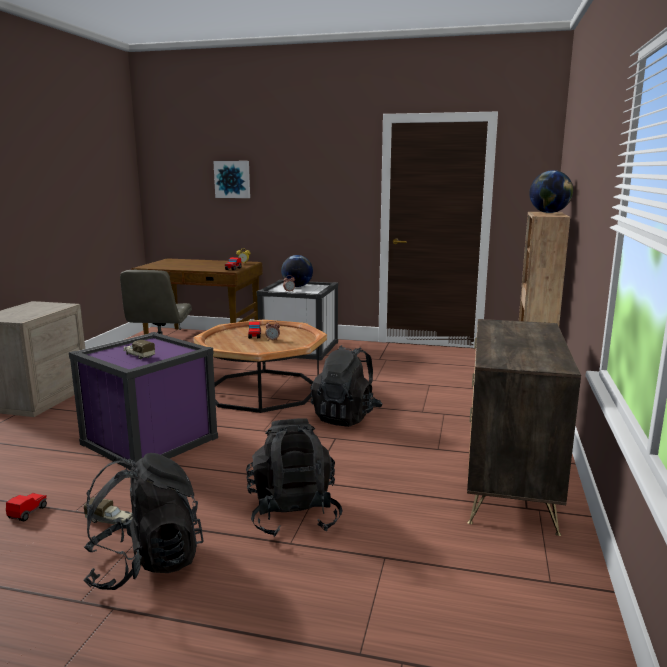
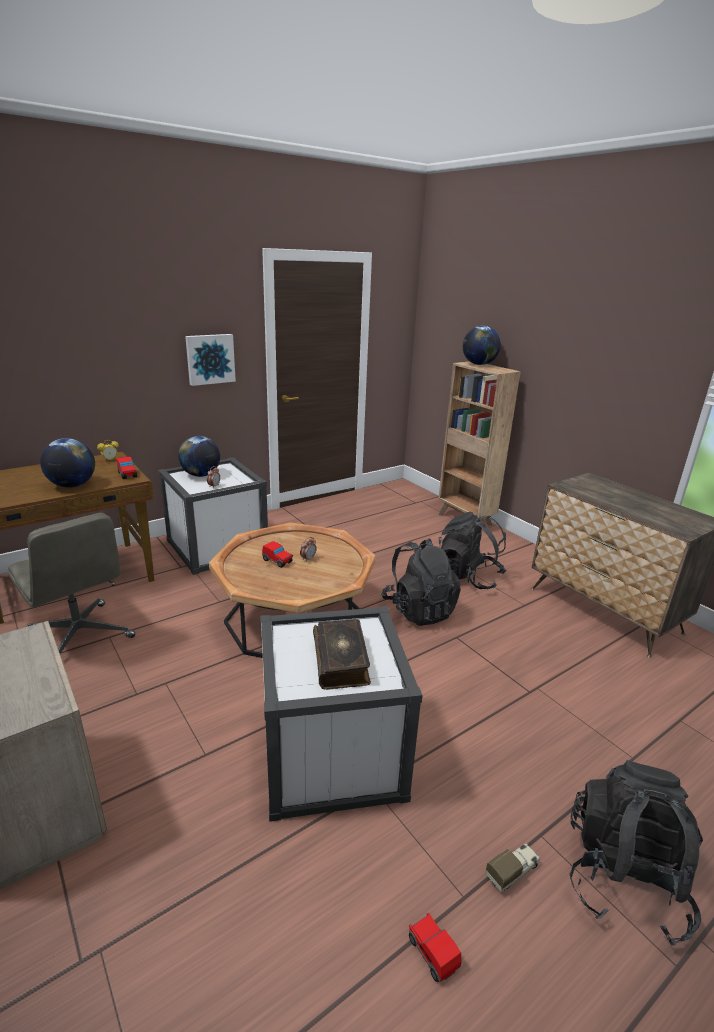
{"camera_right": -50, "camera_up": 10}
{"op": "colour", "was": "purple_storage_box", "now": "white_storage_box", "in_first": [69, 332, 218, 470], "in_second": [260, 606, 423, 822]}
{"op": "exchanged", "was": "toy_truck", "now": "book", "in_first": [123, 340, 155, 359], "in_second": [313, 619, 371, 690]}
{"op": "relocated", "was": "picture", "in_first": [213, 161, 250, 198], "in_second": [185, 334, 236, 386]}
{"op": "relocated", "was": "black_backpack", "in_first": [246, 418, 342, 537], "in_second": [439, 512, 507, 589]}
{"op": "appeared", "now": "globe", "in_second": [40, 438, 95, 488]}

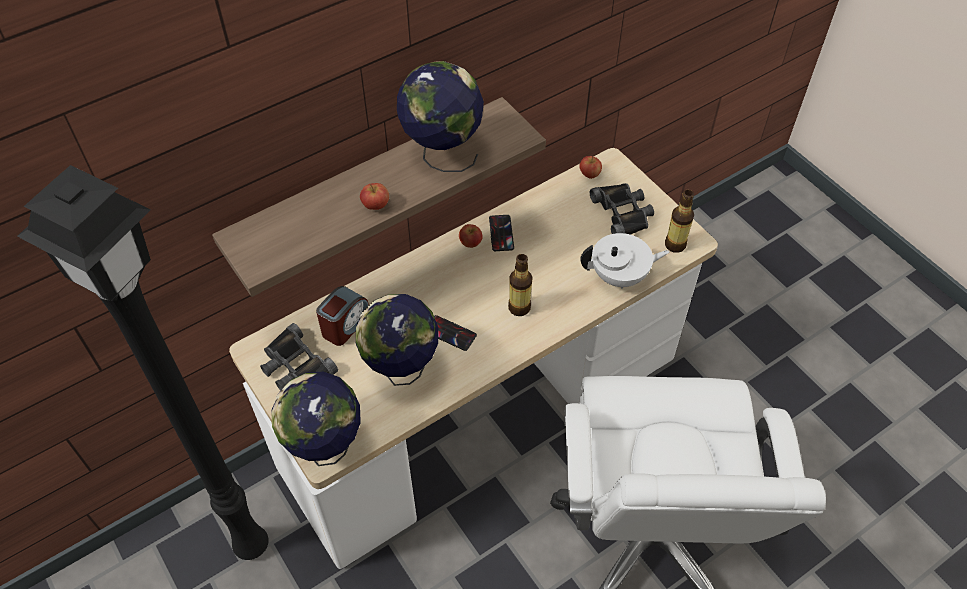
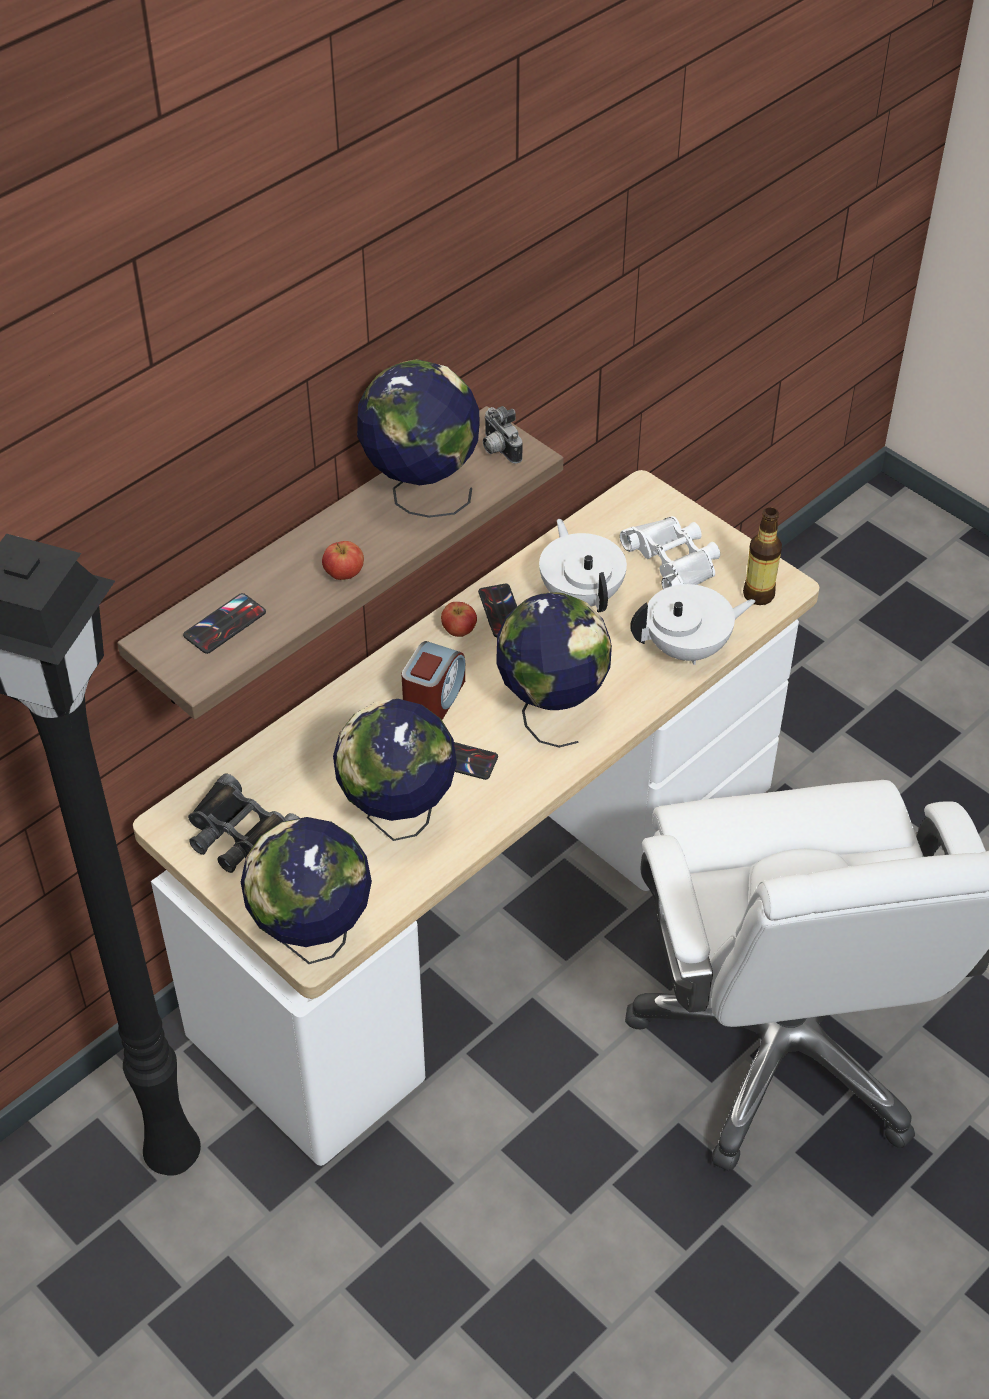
{"camera_right": -10, "camera_up": -5}
{"op": "relocated", "was": "alarm_clock", "in_first": [316, 286, 369, 346], "in_second": [402, 641, 465, 720]}
{"op": "exchanged", "was": "bottle", "now": "globe", "in_first": [508, 254, 532, 316], "in_second": [497, 592, 612, 748]}
{"op": "missing", "was": "apple", "in_first": [579, 156, 602, 179]}
{"op": "colour", "was": "black_binoculars", "now": "white_binoculars", "in_first": [590, 183, 654, 235], "in_second": [620, 516, 720, 589]}
{"op": "appeared", "now": "phone", "in_second": [183, 593, 266, 654]}
{"op": "appeared", "now": "photo_camera", "in_second": [483, 406, 523, 464]}
{"op": "appeared", "now": "white_teapot", "in_second": [539, 519, 627, 612]}

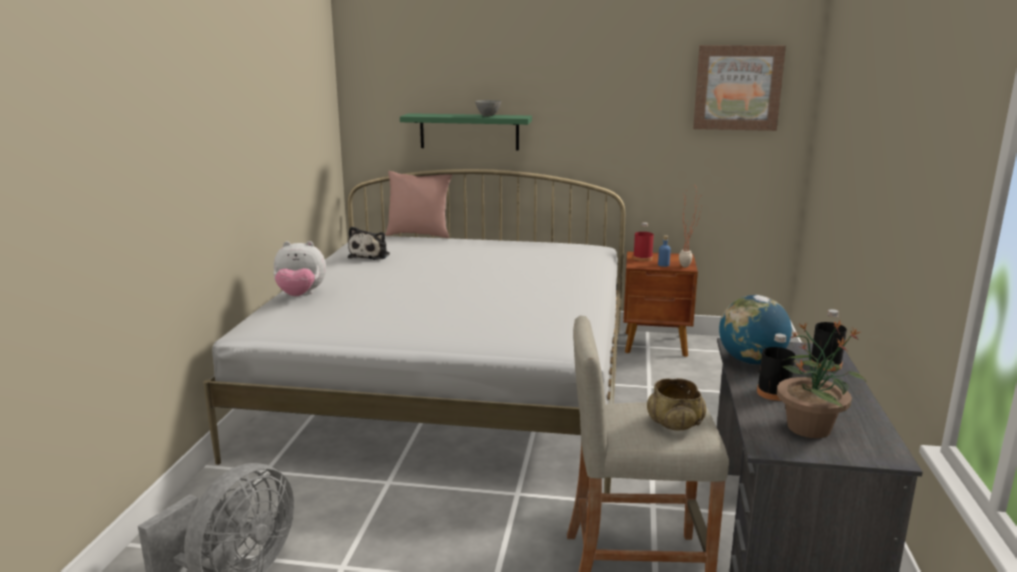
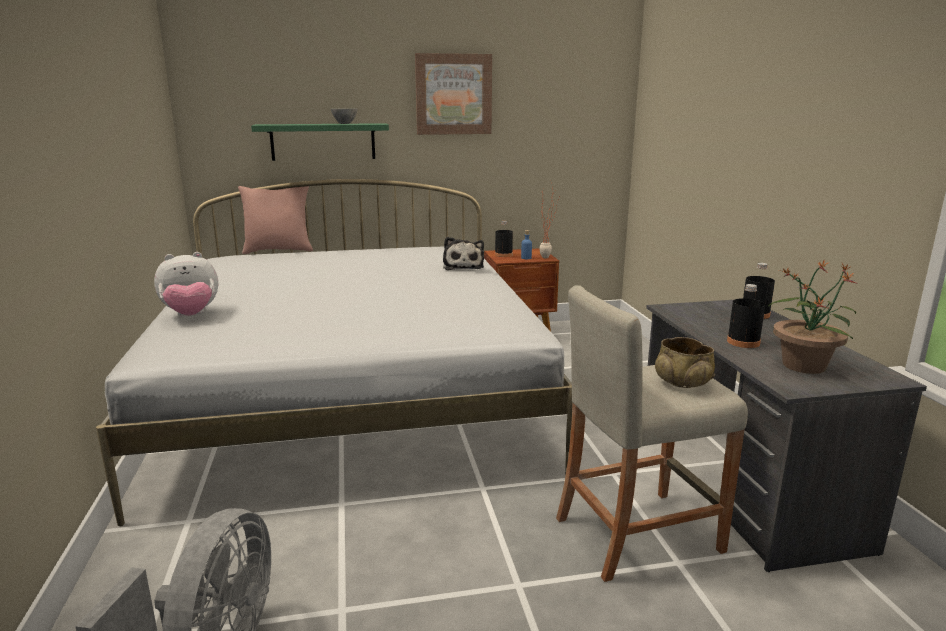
{"camera_right": -20, "camera_up": 0}
{"op": "relocated", "was": "plush_toy", "in_first": [348, 227, 390, 260], "in_second": [443, 237, 484, 270]}
{"op": "colour", "was": "red_bottle", "now": "black_bottle", "in_first": [633, 222, 654, 262], "in_second": [495, 221, 513, 257]}
{"op": "relocated", "was": "picture", "in_first": [693, 45, 786, 131], "in_second": [415, 53, 492, 135]}
{"op": "missing", "was": "globe", "in_first": [719, 295, 792, 364]}

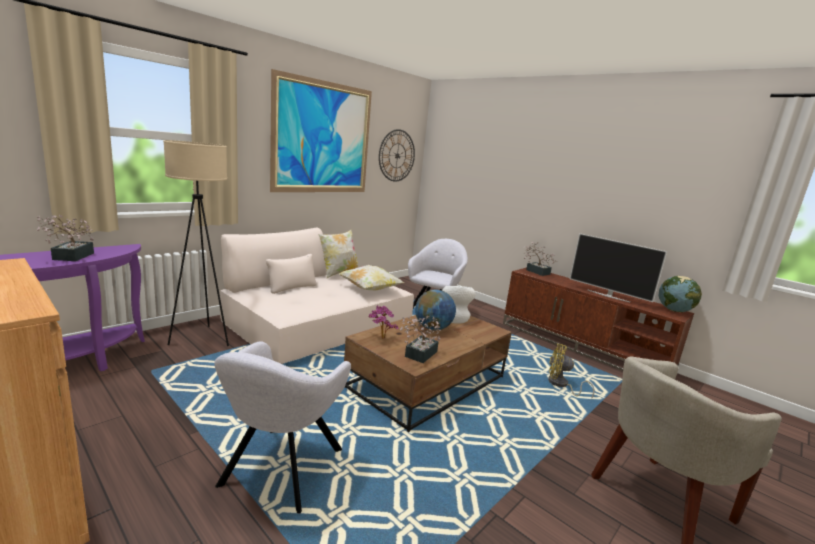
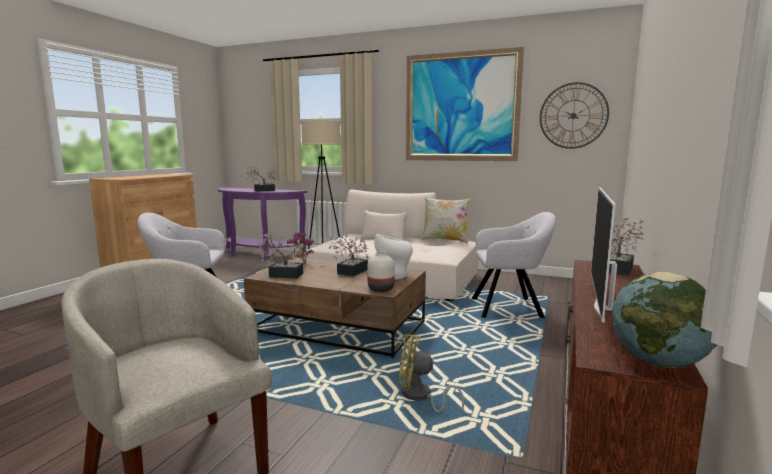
{"camera_right": 70, "camera_up": -5}
{"op": "missing", "was": "pillow", "in_first": [337, 265, 405, 291]}
{"op": "exchanged", "was": "globe", "now": "potted_plant", "in_first": [415, 290, 456, 330], "in_second": [329, 235, 368, 276]}
{"op": "spun", "was": "yellow_fan", "in_first": [548, 343, 595, 399], "in_second": [399, 334, 464, 413], "clockwise": -75}
{"op": "appeared", "now": "white_vase", "in_second": [367, 252, 395, 292]}

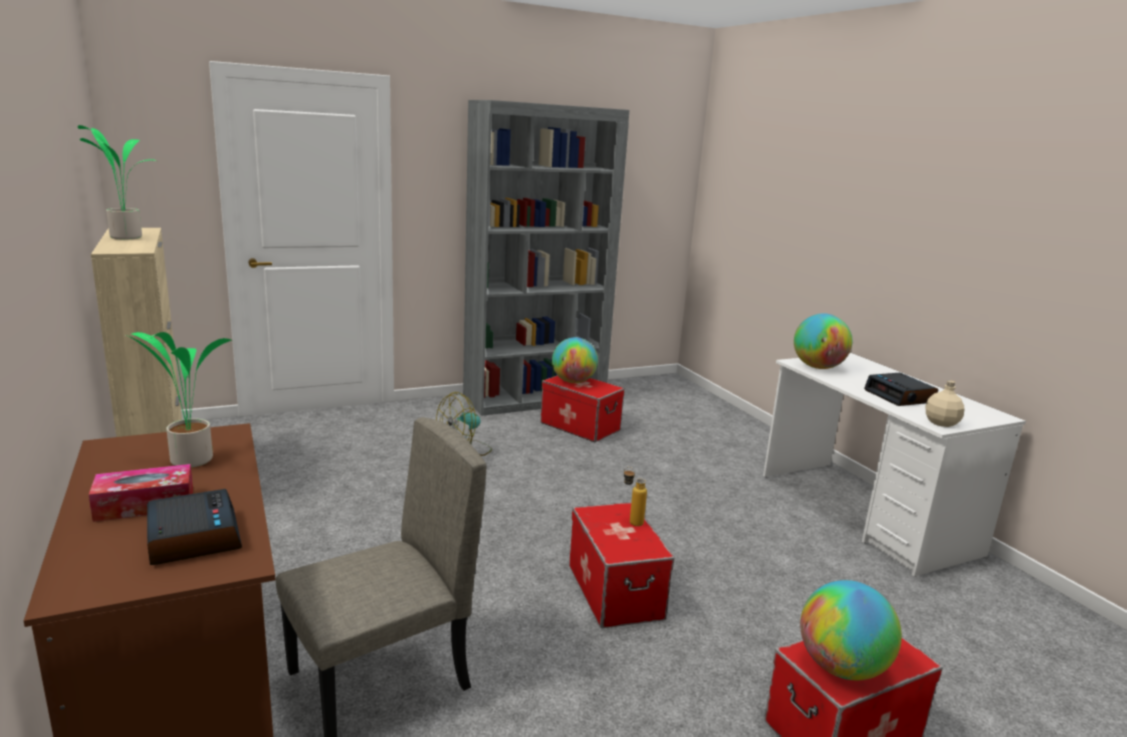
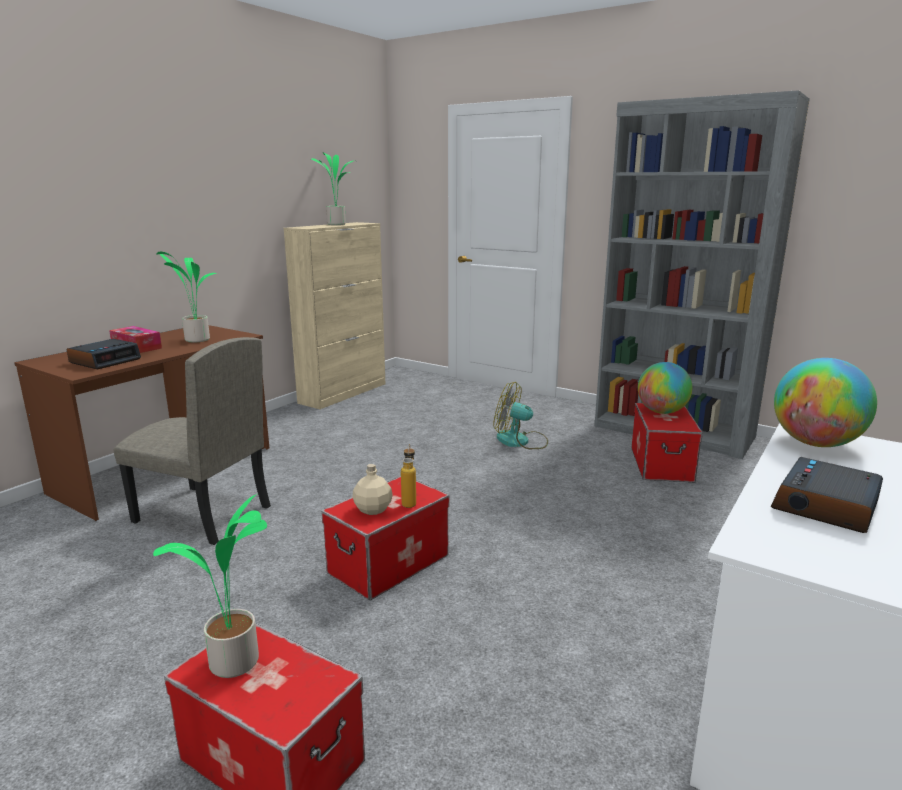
{"camera_right": 60, "camera_up": 0}
{"op": "exchanged", "was": "globe", "now": "potted_plant", "in_first": [800, 580, 902, 680], "in_second": [153, 493, 267, 678]}
{"op": "relocated", "was": "beige_bottle", "in_first": [926, 380, 965, 427], "in_second": [353, 464, 393, 515]}

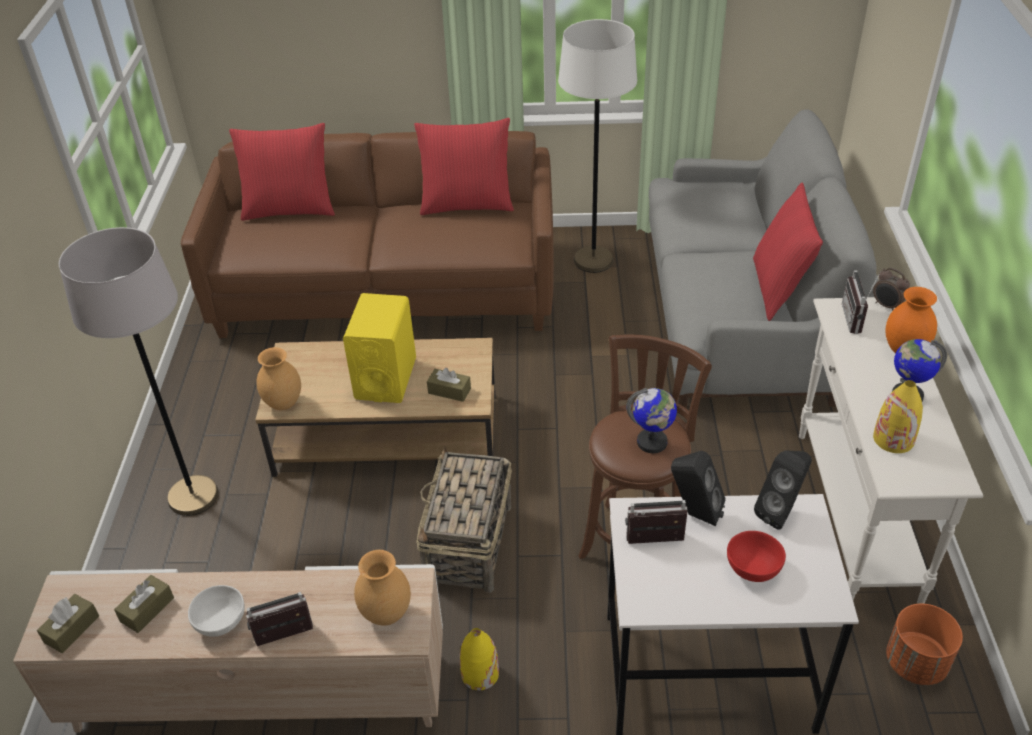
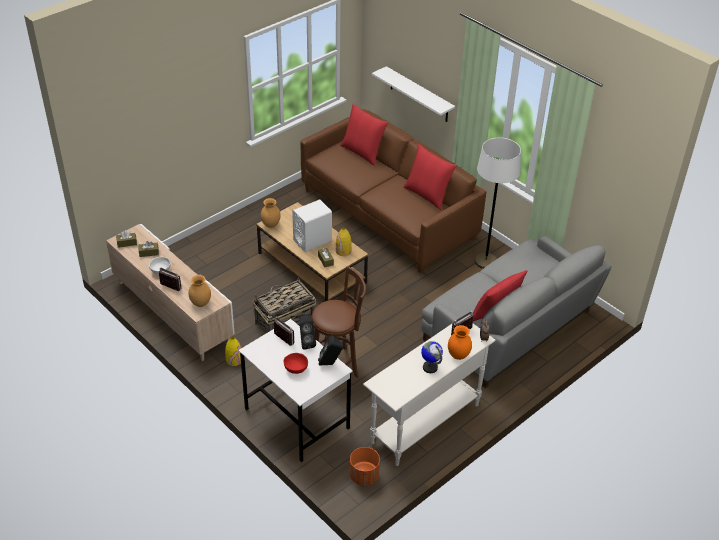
{"camera_right": 45, "camera_up": 0}
{"op": "missing", "was": "grey_floor_lamp", "in_first": [59, 227, 218, 516]}
{"op": "colour", "was": "yellow_speaker", "now": "white_speaker", "in_first": [343, 293, 416, 403], "in_second": [292, 199, 332, 252]}
{"op": "missing", "was": "globe", "in_first": [626, 388, 677, 453]}
{"op": "relocated", "was": "yellow_vase", "in_first": [873, 380, 923, 453], "in_second": [336, 227, 352, 256]}
{"op": "appeared", "now": "white_shelf", "in_second": [372, 66, 455, 122]}

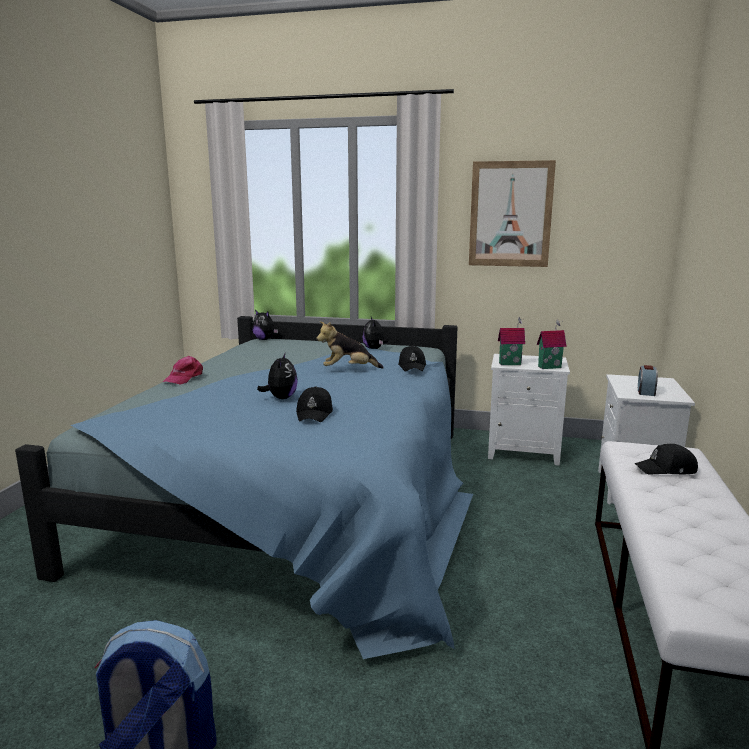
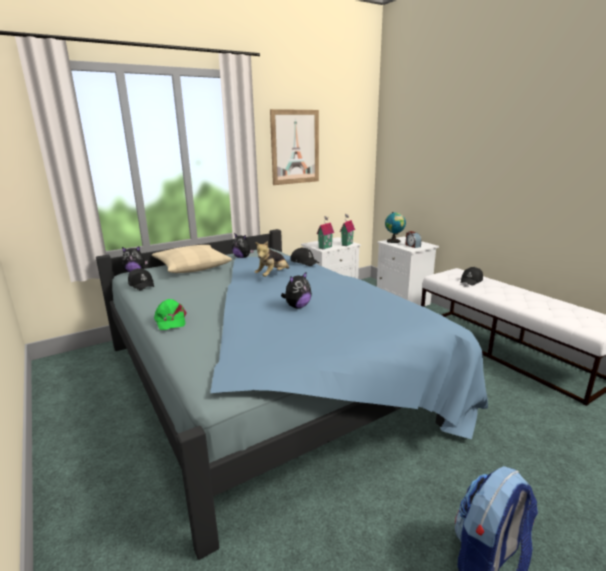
{"camera_right": -45, "camera_up": 5}
{"op": "colour", "was": "pink_cap", "now": "green_cap", "in_first": [163, 356, 203, 385], "in_second": [154, 299, 187, 330]}
{"op": "spun", "was": "plush_toy", "in_first": [257, 353, 298, 399], "in_second": [281, 271, 312, 308], "clockwise": 90}
{"op": "relocated", "was": "black_cap", "in_first": [296, 386, 333, 422], "in_second": [128, 268, 154, 290]}
{"op": "appeared", "now": "beige_pillow", "in_second": [152, 245, 232, 273]}
{"op": "appeared", "now": "globe", "in_second": [385, 212, 406, 243]}

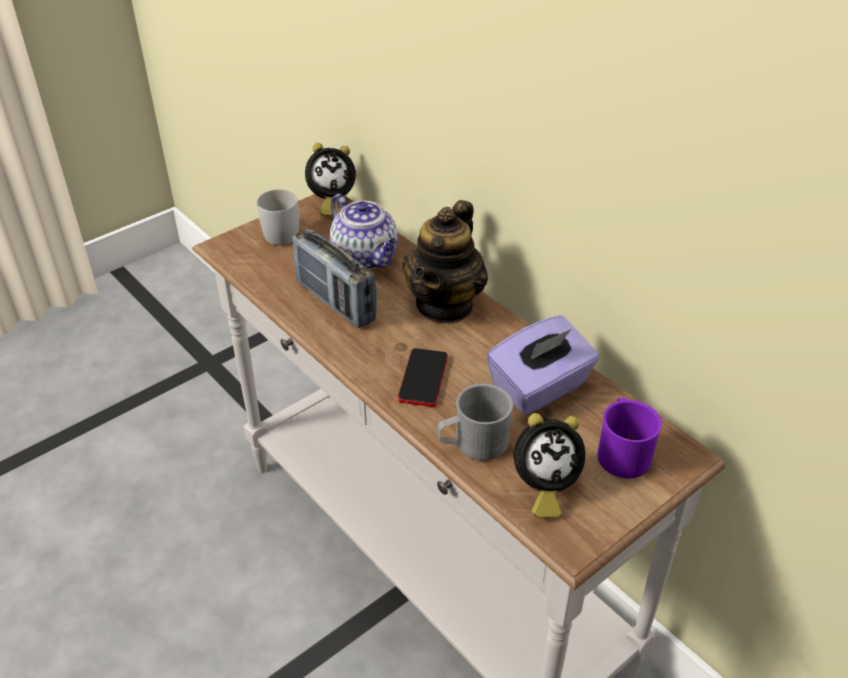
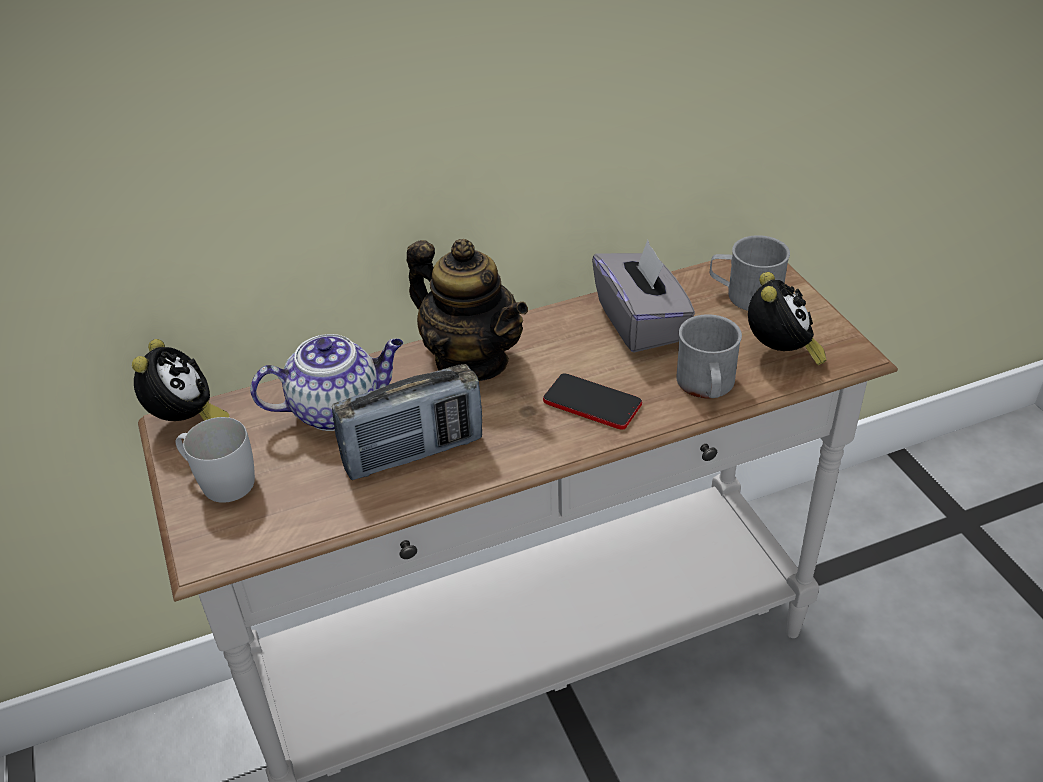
{"camera_right": -70, "camera_up": 0}
{"op": "colour", "was": "purple_tissue_box", "now": "grey_tissue_box", "in_first": [487, 316, 599, 415], "in_second": [592, 240, 695, 352]}
{"op": "colour", "was": "purple_mug", "now": "grey_mug", "in_first": [597, 398, 662, 479], "in_second": [710, 235, 790, 311]}

